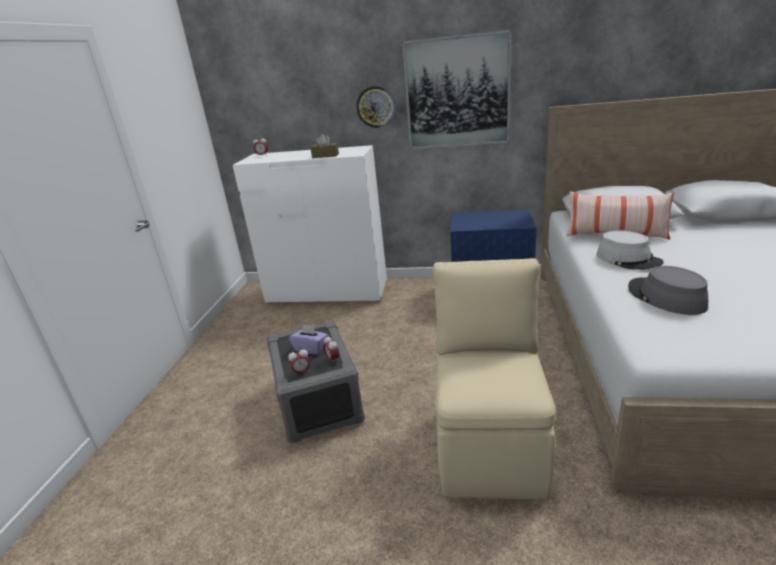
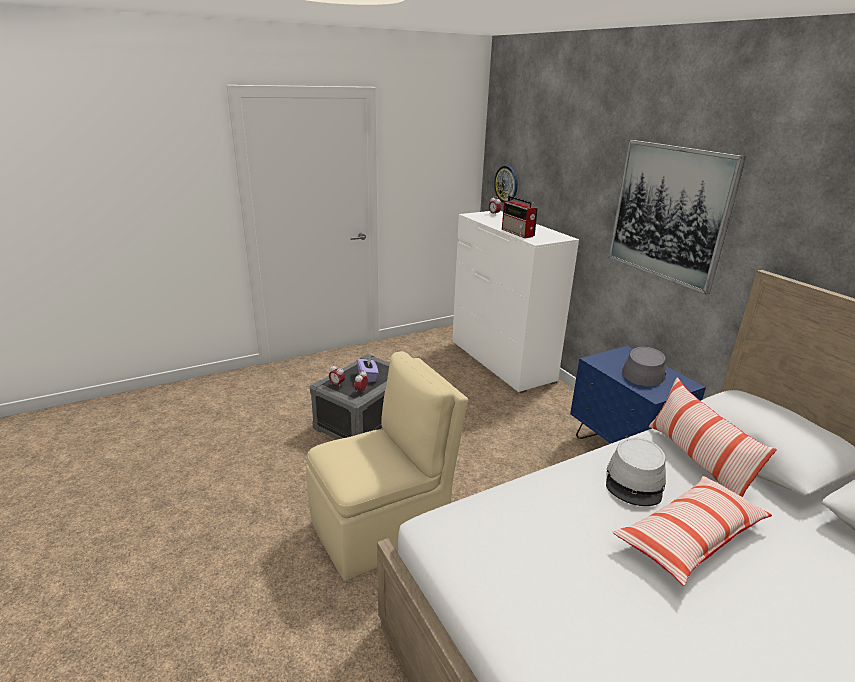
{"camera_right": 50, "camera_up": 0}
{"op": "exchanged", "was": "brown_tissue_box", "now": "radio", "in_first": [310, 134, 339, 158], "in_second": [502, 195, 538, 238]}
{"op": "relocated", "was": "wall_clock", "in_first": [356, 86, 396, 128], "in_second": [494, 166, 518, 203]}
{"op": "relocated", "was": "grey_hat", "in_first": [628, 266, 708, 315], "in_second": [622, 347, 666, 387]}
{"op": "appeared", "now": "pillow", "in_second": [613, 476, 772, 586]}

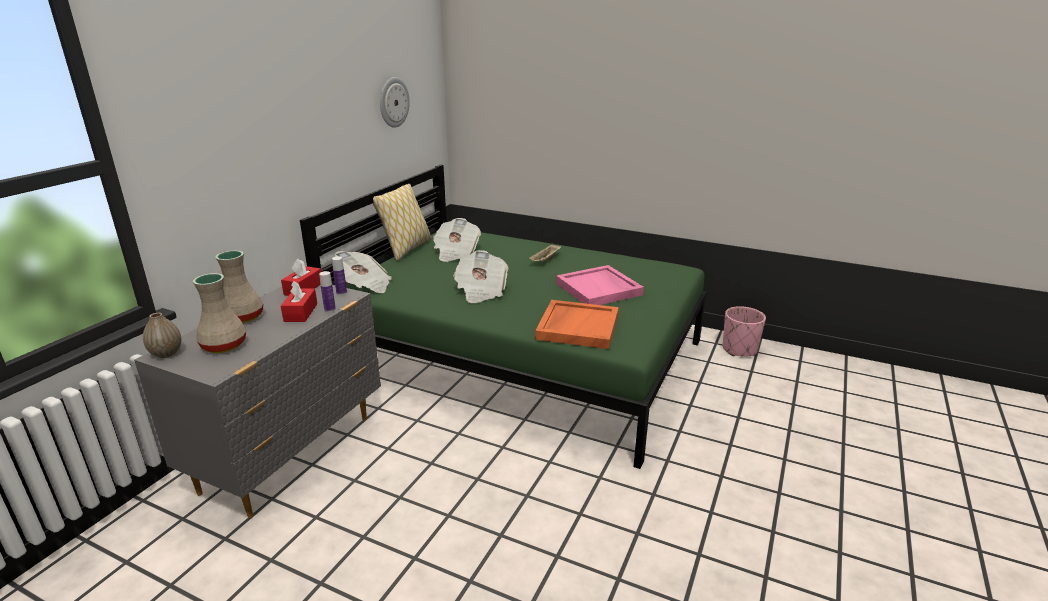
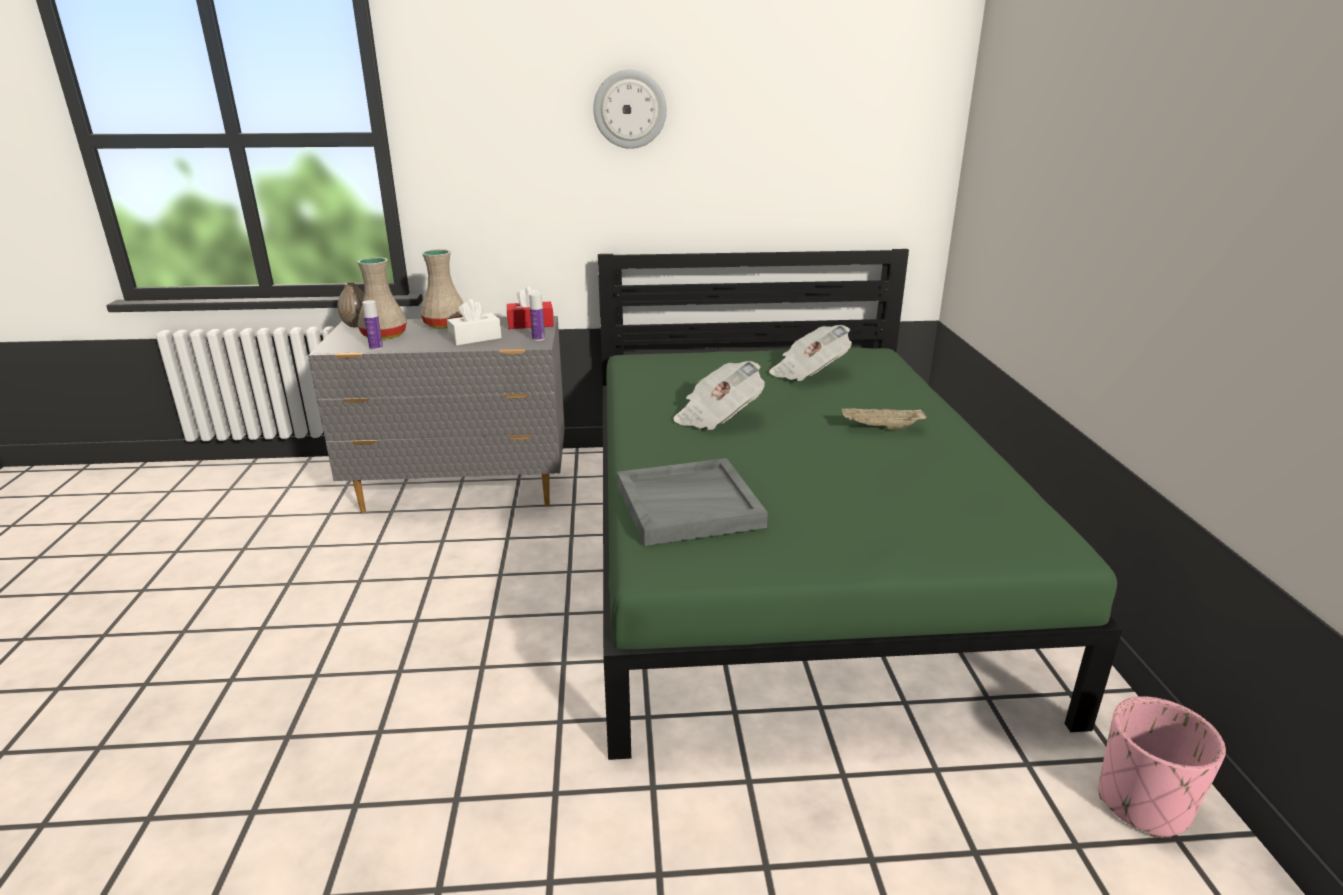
{"camera_right": 60, "camera_up": 0}
{"op": "colour", "was": "red_tissue_box", "now": "white_tissue_box", "in_first": [281, 281, 317, 322], "in_second": [447, 299, 502, 346]}
{"op": "relocated", "was": "bottle", "in_first": [319, 271, 336, 312], "in_second": [362, 300, 383, 350]}
{"op": "missing", "was": "newspaper", "in_first": [335, 251, 392, 293]}
{"op": "missing", "was": "pillow", "in_first": [372, 178, 432, 261]}
{"op": "relocated", "was": "wall_clock", "in_first": [380, 77, 410, 128], "in_second": [593, 70, 667, 149]}
{"op": "colour", "was": "orange_tray", "now": "grey_tray", "in_first": [535, 300, 619, 349], "in_second": [617, 458, 768, 546]}
{"op": "missing", "was": "pink_tray", "in_first": [556, 265, 644, 305]}

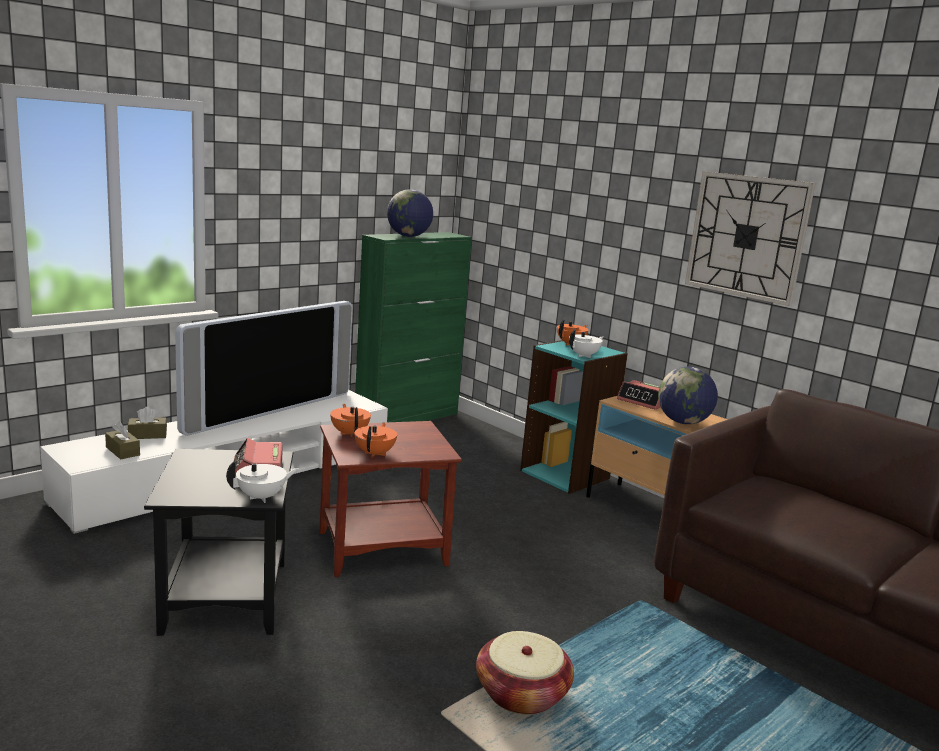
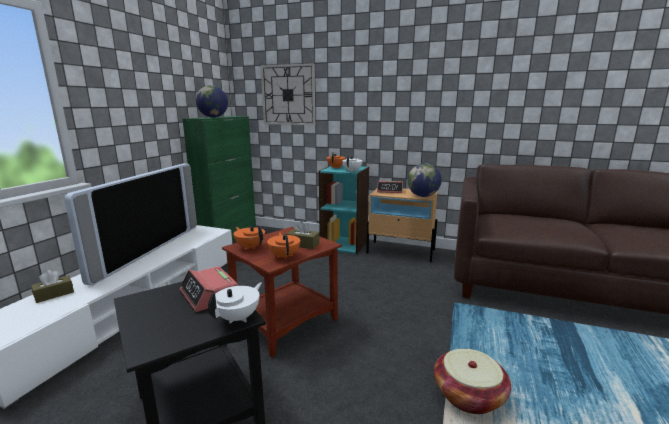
{"camera_right": -25, "camera_up": 0}
{"op": "relocated", "was": "brown_tissue_box", "in_first": [105, 422, 140, 459], "in_second": [286, 221, 319, 249]}
{"op": "relocated", "was": "wall_clock", "in_first": [685, 171, 816, 306], "in_second": [261, 63, 315, 125]}

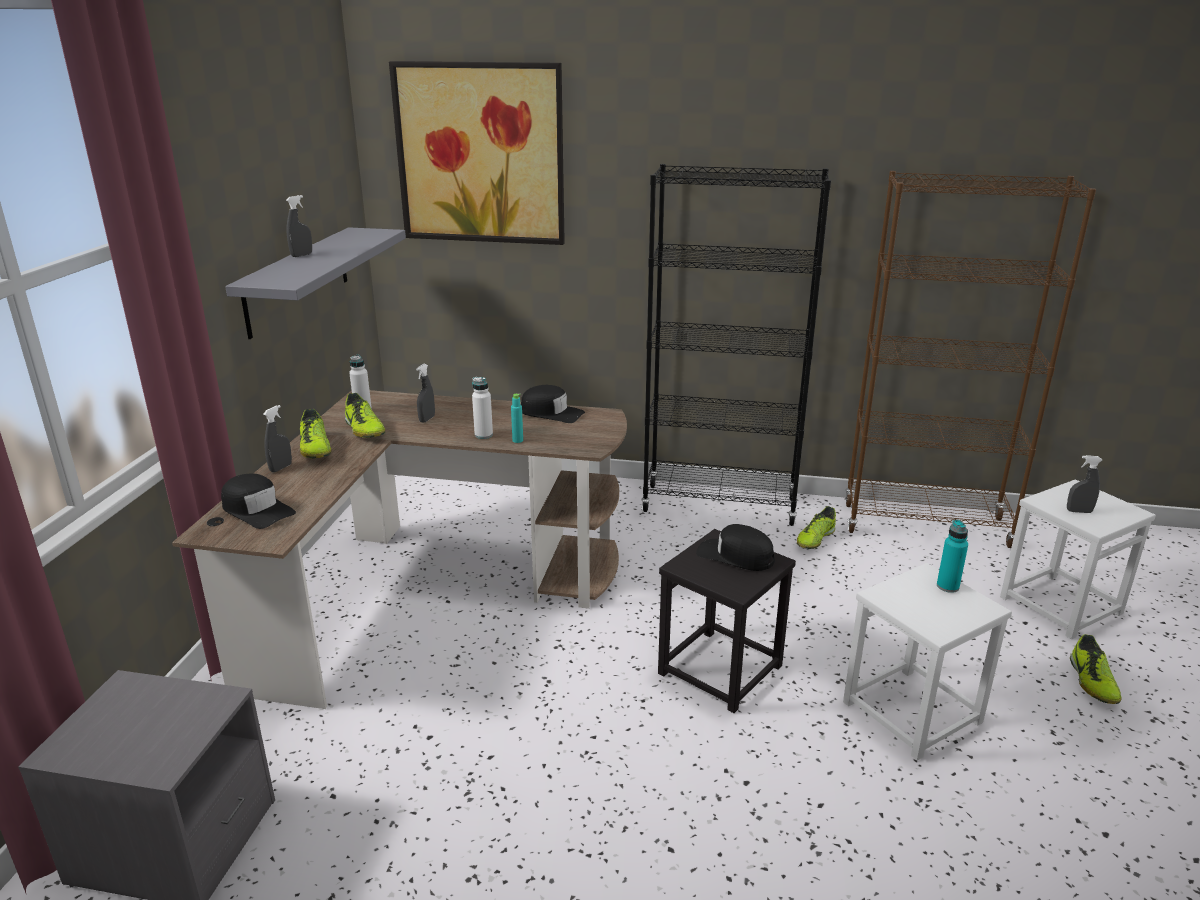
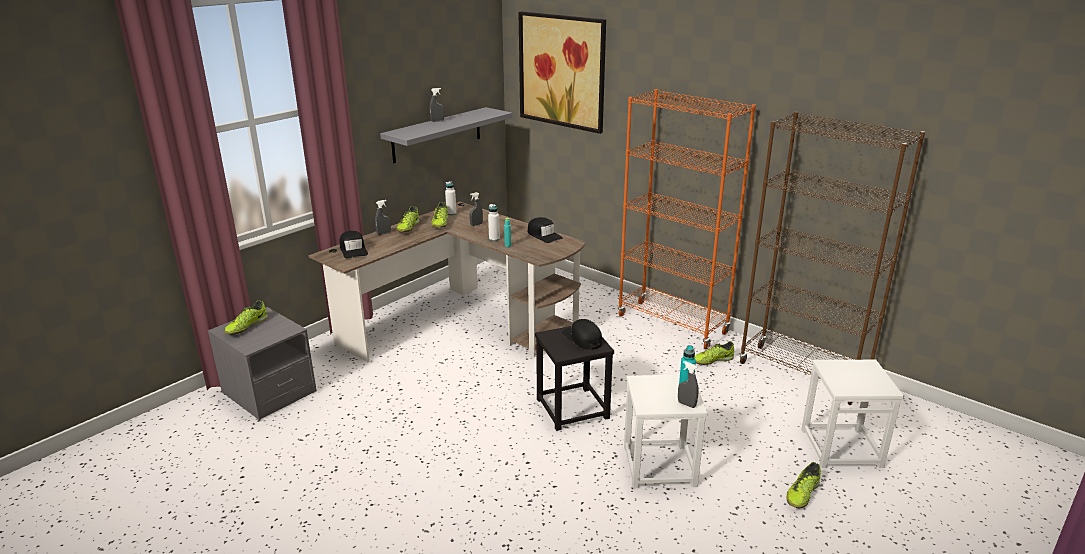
{"camera_right": 30, "camera_up": 0}
{"op": "colour", "was": "black_bookcase", "now": "orange_bookcase", "in_first": [641, 164, 831, 526], "in_second": [618, 89, 756, 349]}
{"op": "relocated", "was": "grey_spray_bottle", "in_first": [1067, 455, 1103, 513], "in_second": [678, 361, 698, 408]}
{"op": "appeared", "now": "shoe", "in_second": [224, 300, 268, 335]}

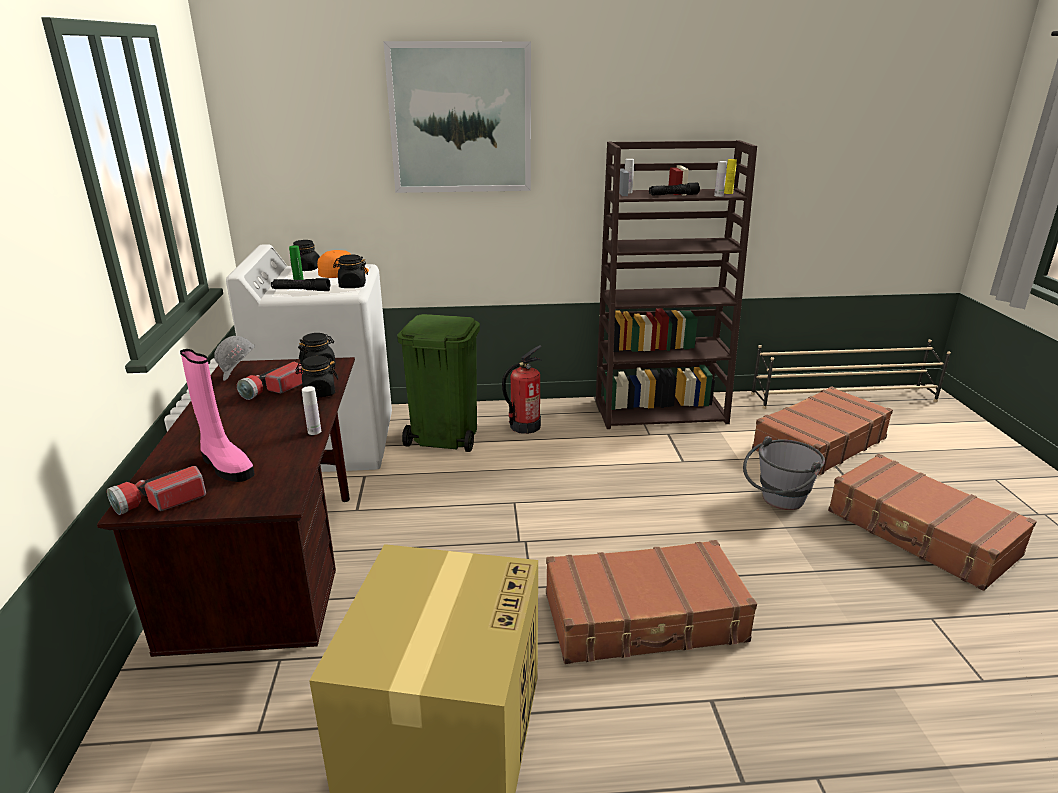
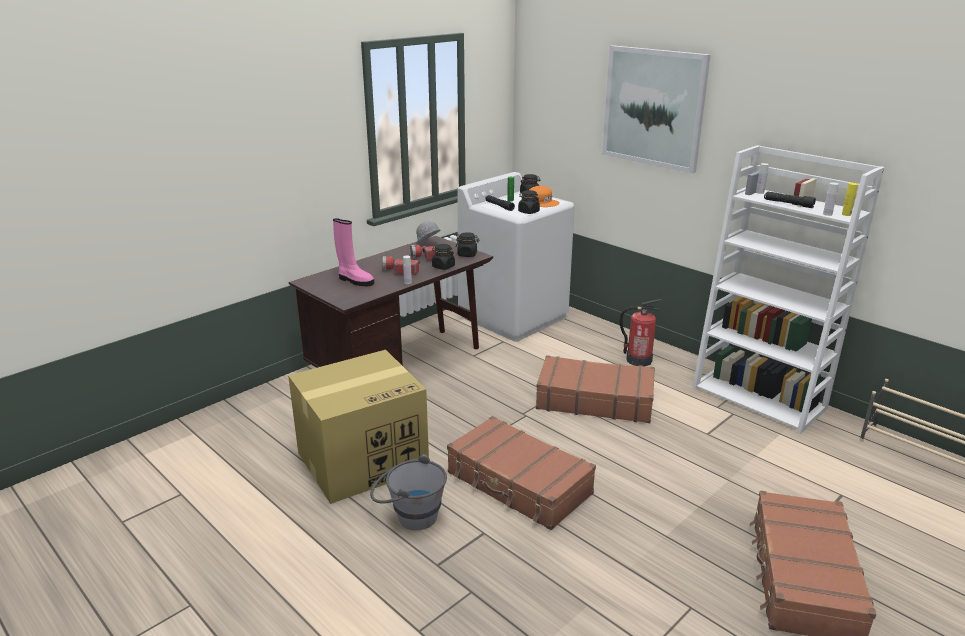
{"camera_right": 50, "camera_up": 0}
{"op": "relocated", "was": "flashlight", "in_first": [107, 466, 206, 515], "in_second": [382, 256, 420, 275]}
{"op": "spun", "was": "pink_boot", "in_first": [180, 349, 255, 482], "in_second": [333, 218, 374, 286], "clockwise": -60}
{"op": "missing", "was": "green_trash_can", "in_first": [397, 314, 480, 452]}
{"op": "colour", "was": "brown_bookcase", "now": "white_bookcase", "in_first": [596, 140, 757, 429], "in_second": [692, 145, 885, 434]}
{"op": "relocated", "was": "grey_bucket", "in_first": [743, 436, 825, 510], "in_second": [370, 454, 447, 530]}
{"op": "relocated", "was": "brown_suitcase", "in_first": [752, 386, 893, 475], "in_second": [536, 355, 655, 423]}

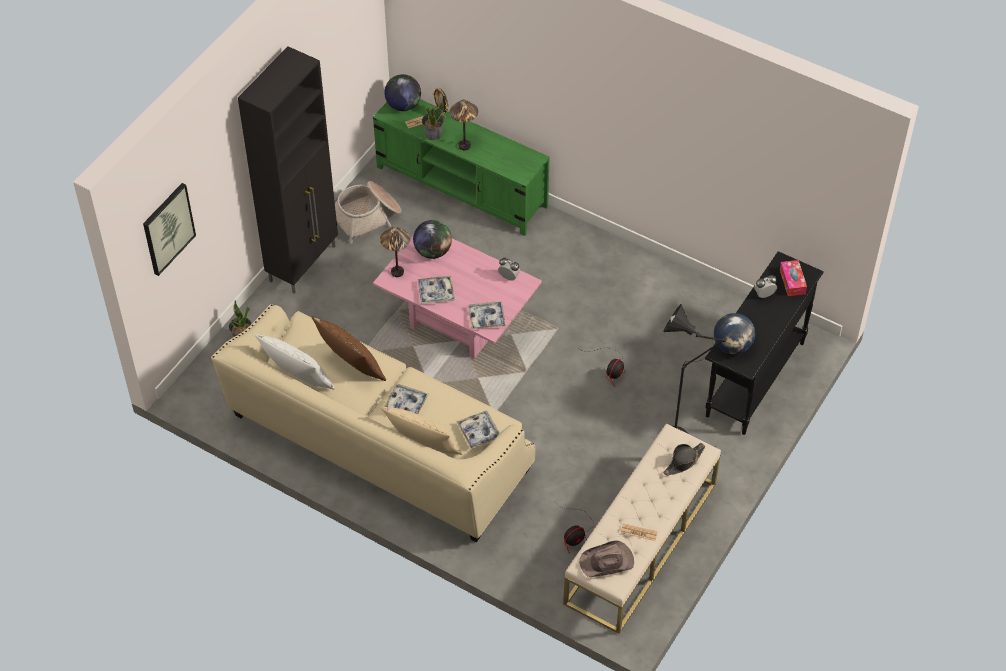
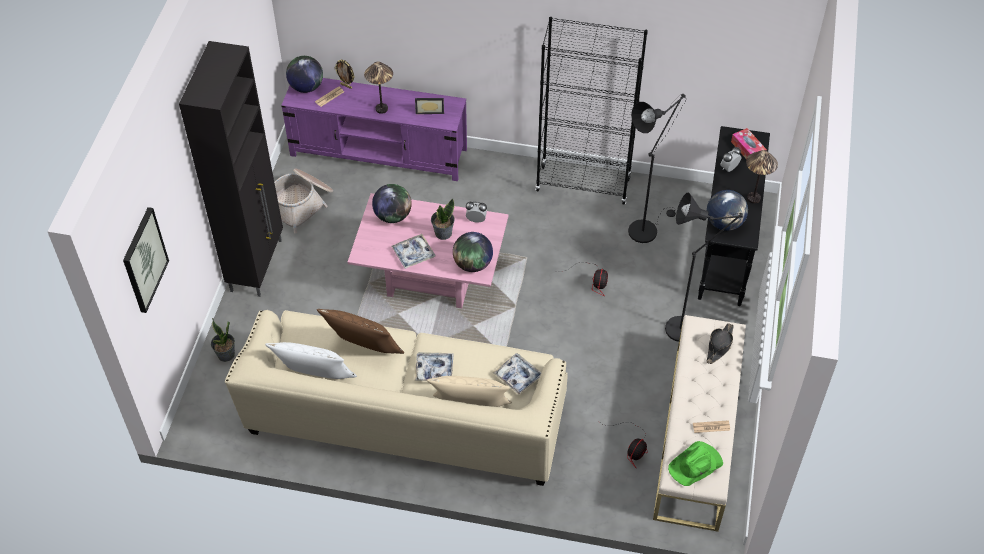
{"camera_right": -20, "camera_up": 0}
{"op": "colour", "was": "green_tv_stand", "now": "purple_tv_stand", "in_first": [373, 99, 550, 236], "in_second": [281, 78, 467, 181]}
{"op": "relocated", "was": "table_lamp", "in_first": [380, 227, 410, 277], "in_second": [746, 150, 778, 204]}
{"op": "relocated", "was": "potted_plant", "in_first": [422, 102, 444, 141], "in_second": [431, 199, 455, 240]}
{"op": "exchanged", "was": "tray", "now": "globe", "in_first": [468, 301, 505, 329], "in_second": [453, 232, 493, 272]}
{"op": "colour", "was": "brown_hat", "now": "green_hat", "in_first": [579, 540, 634, 577], "in_second": [668, 441, 723, 486]}
{"op": "appeared", "now": "picture_frame", "in_second": [415, 98, 444, 114]}
{"op": "appeared", "now": "black_bookcase", "in_second": [535, 17, 648, 205]}
{"op": "appeared", "now": "black_floor_lamp", "in_second": [628, 94, 686, 243]}

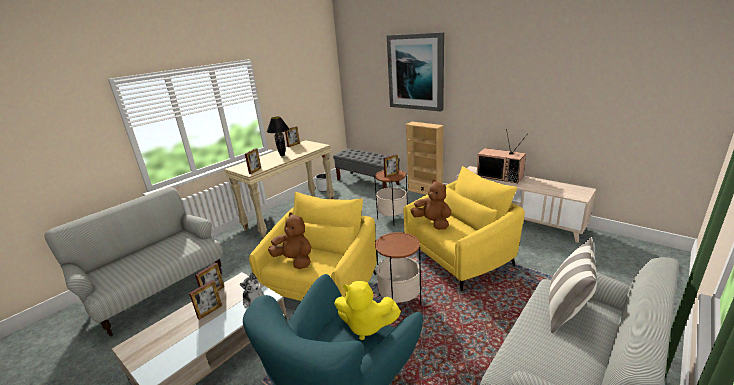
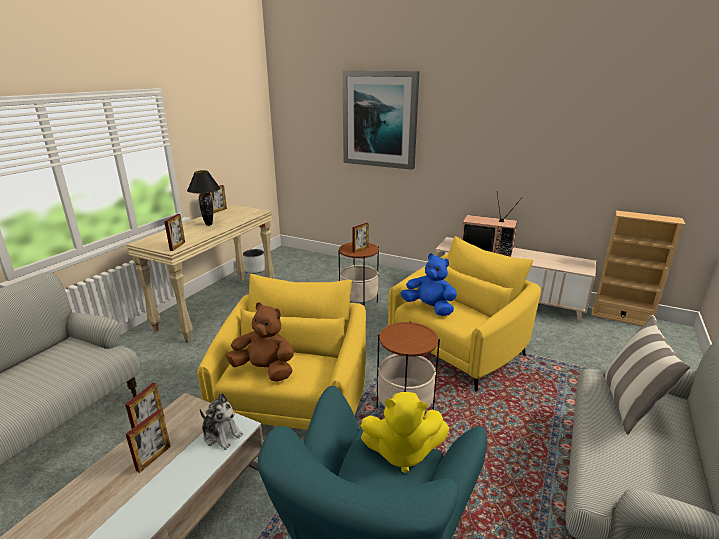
{"camera_right": -15, "camera_up": 0}
{"op": "missing", "was": "grey_bench", "in_first": [333, 149, 400, 189]}
{"op": "relocated", "was": "beige_bookcase", "in_first": [405, 122, 444, 195], "in_second": [592, 211, 685, 326]}
{"op": "colour", "was": "brown_plush_toy", "now": "blue_plush_toy", "in_first": [411, 180, 451, 230], "in_second": [401, 253, 457, 316]}

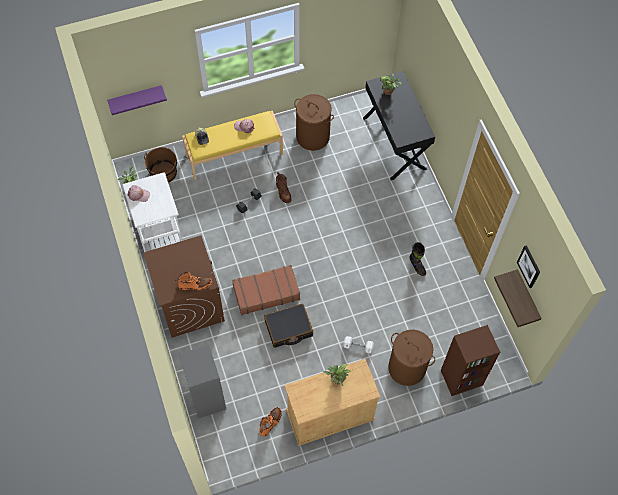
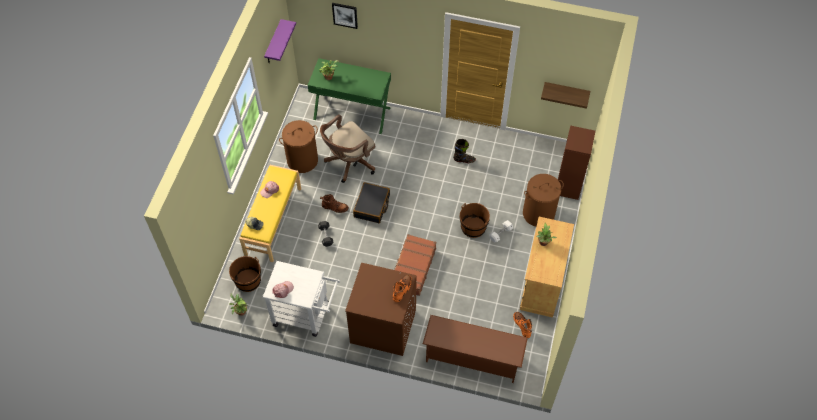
{"camera_right": -55, "camera_up": -5}
{"op": "relocated", "was": "purple_shelf", "in_first": [107, 85, 167, 115], "in_second": [264, 19, 296, 63]}
{"op": "exchanged", "was": "grey_bookcase", "now": "brown_shoe_rack", "in_first": [179, 345, 226, 418], "in_second": [423, 315, 528, 383]}
{"op": "relocated", "was": "black_suitcase", "in_first": [264, 304, 313, 348], "in_second": [353, 182, 390, 223]}
{"op": "colour", "was": "black_desk", "now": "green_desk", "in_first": [363, 71, 435, 180], "in_second": [308, 58, 391, 134]}
{"op": "relocated", "was": "picture", "in_first": [517, 245, 540, 288], "in_second": [332, 3, 358, 29]}
{"op": "appeared", "now": "brown_office_chair", "in_second": [320, 114, 375, 183]}
{"op": "appeared", "now": "brown_bucket", "in_second": [460, 203, 490, 238]}

